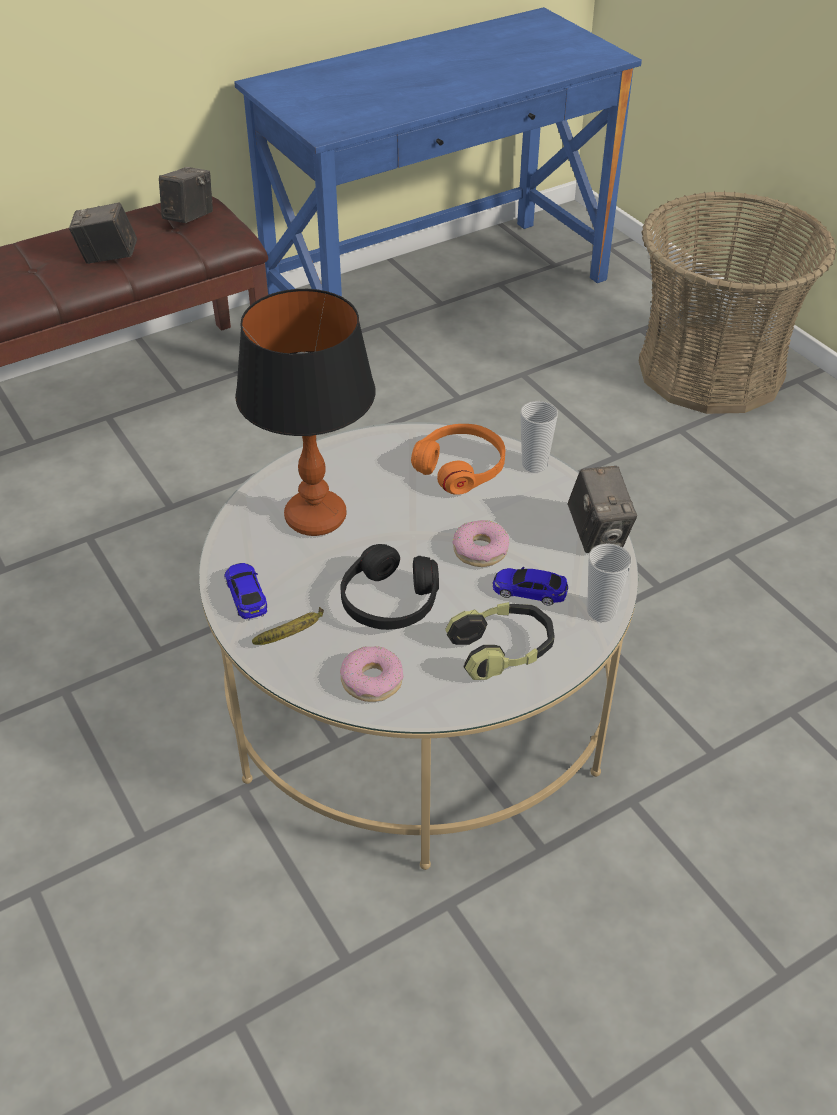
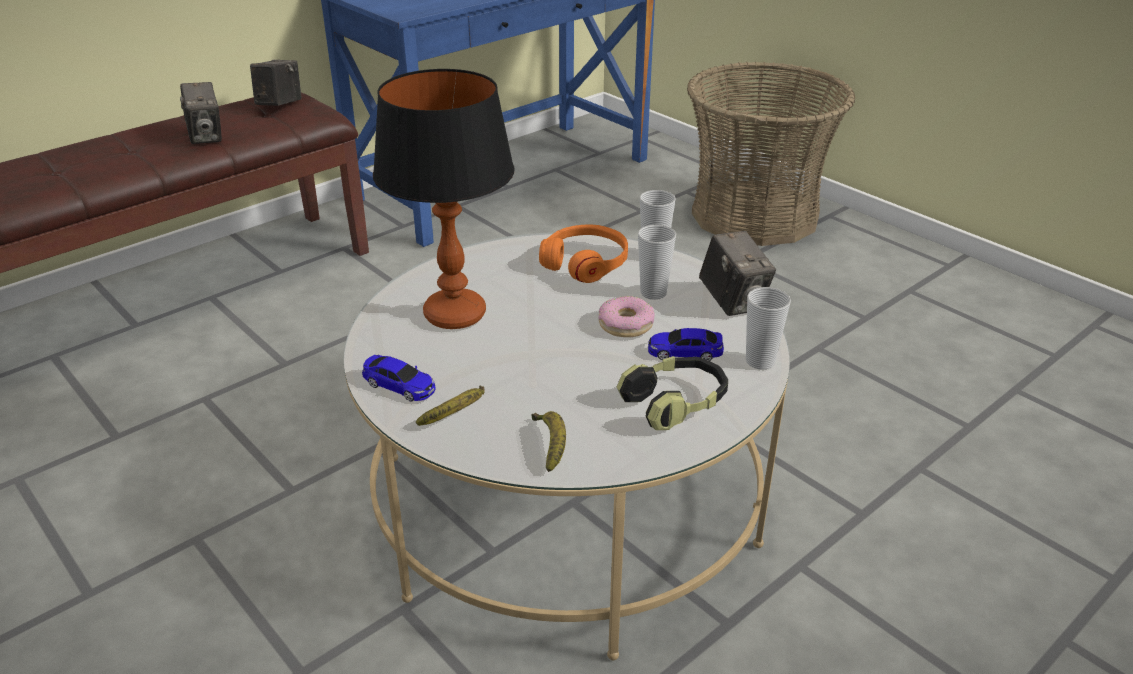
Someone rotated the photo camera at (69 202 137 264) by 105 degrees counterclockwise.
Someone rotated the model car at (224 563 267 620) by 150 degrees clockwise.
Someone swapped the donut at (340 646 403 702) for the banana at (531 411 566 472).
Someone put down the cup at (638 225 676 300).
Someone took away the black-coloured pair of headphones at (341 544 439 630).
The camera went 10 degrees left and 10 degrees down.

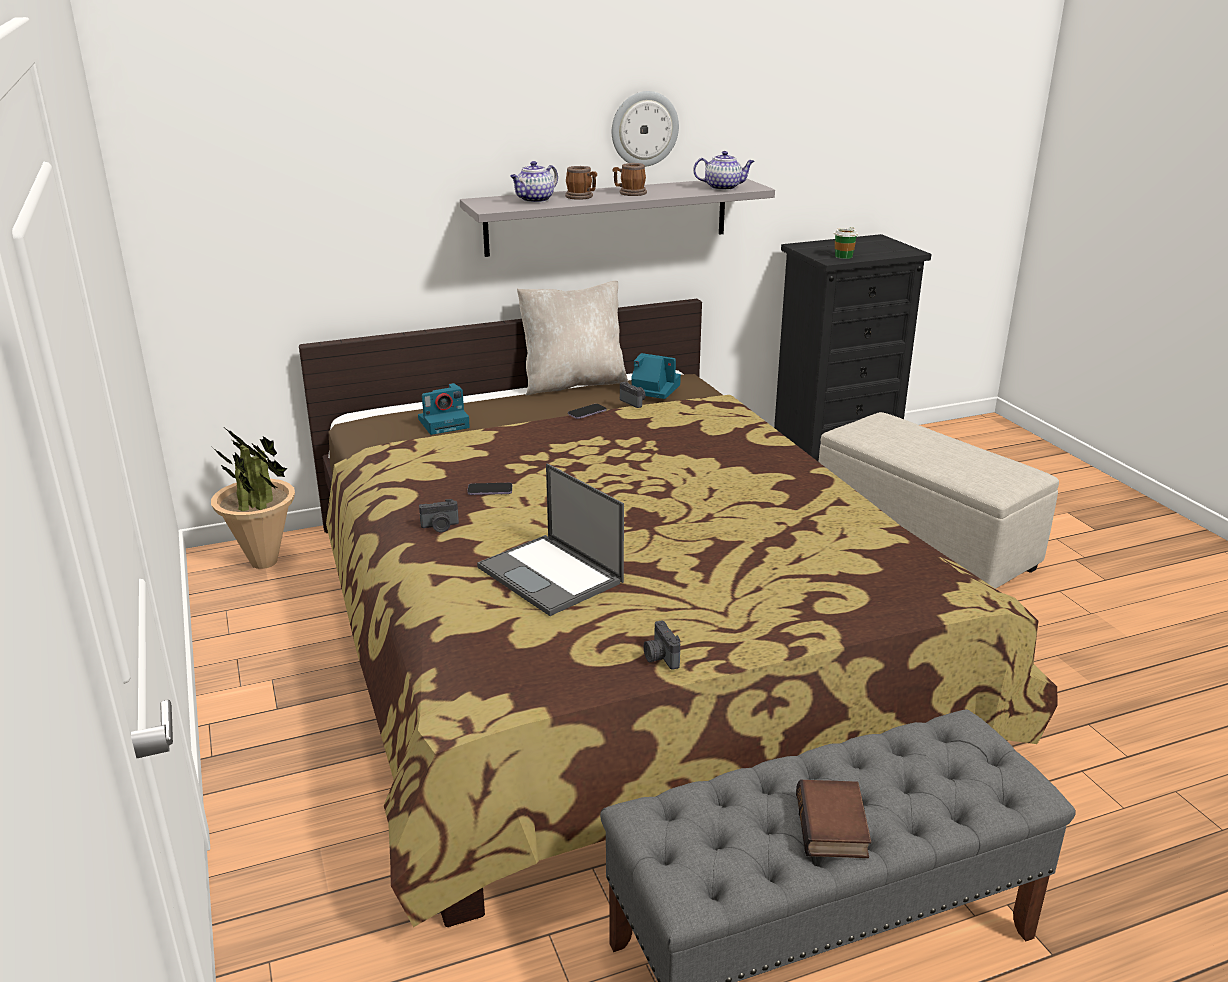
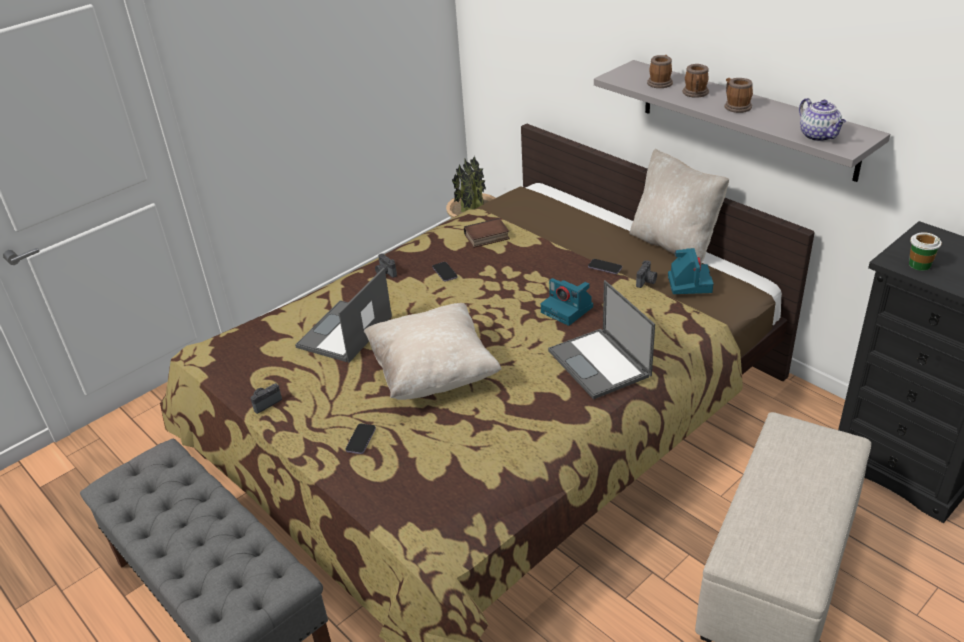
Someone put down the phone at (345 424 376 454).
Someone put down the beige-coloured cushion at (364 303 501 400).
Someone carried the bound book from (796 780 871 858) to (464 218 510 248).
Someone carried the photo camera from (418 383 470 435) to (541 278 593 326).
Someone put down the notebook computer at (548 280 655 400).
Someone swapped the pot for tea at (510 161 558 203) for the tea mug at (647 55 673 88).
Someone took away the hanging clock at (612 91 679 167).
The camera went 70 degrees right and 10 degrees up.

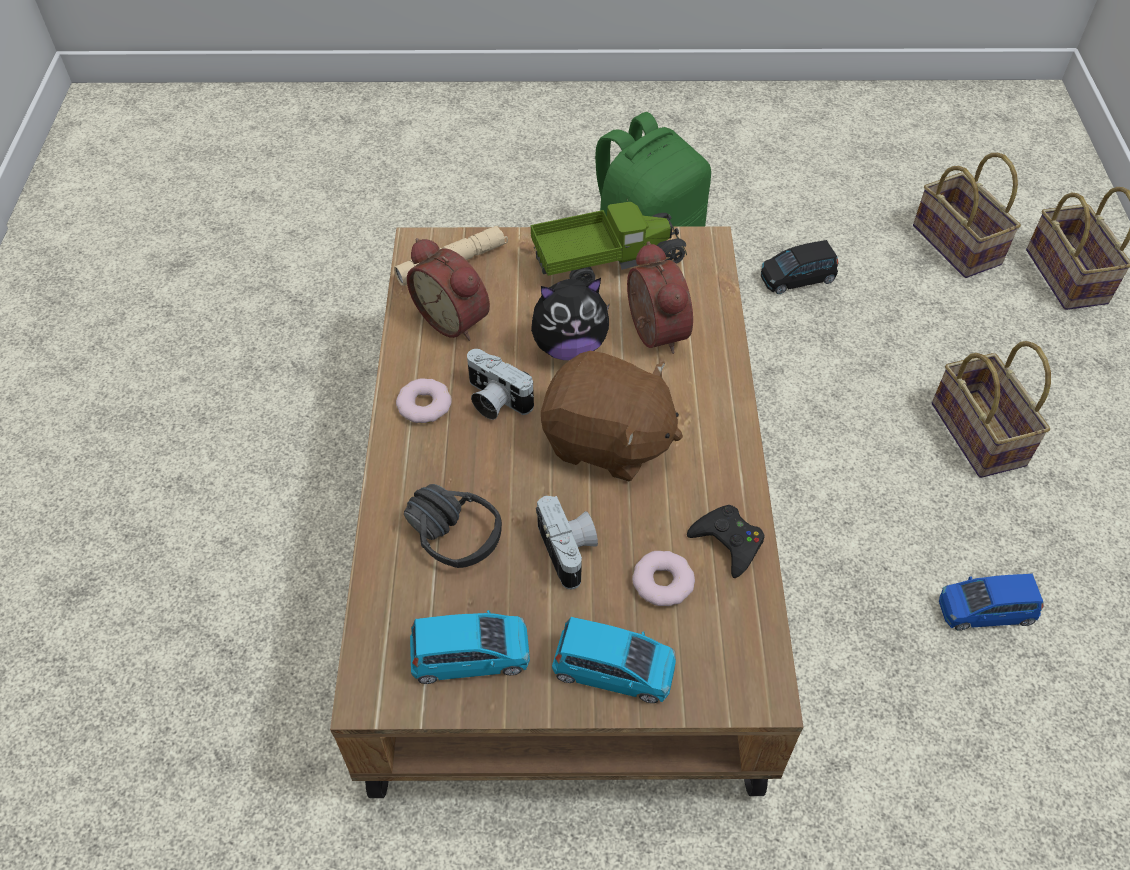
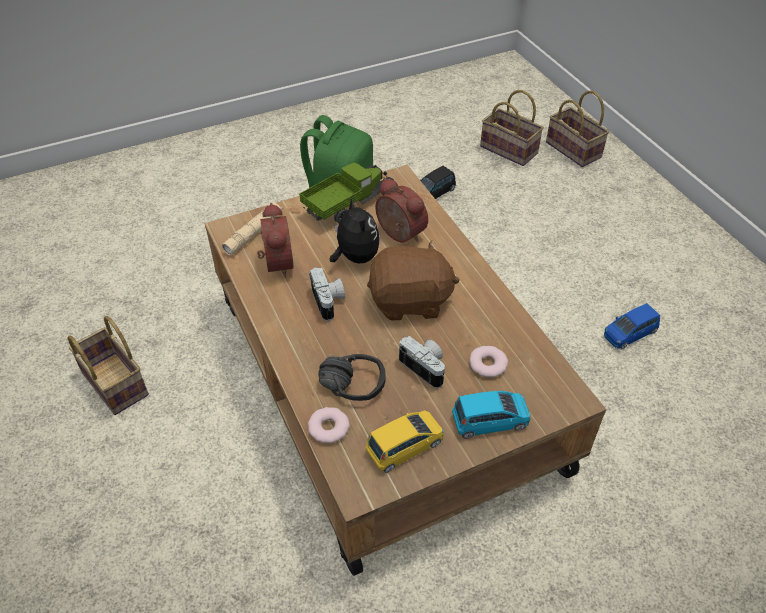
Someone carried the storage basket from (932 341 1051 478) to (68 316 149 415).
Someone rotated the bedside clock at (407 238 490 341) by 120 degrees counterclockwise.
Someone carried the donut from (396 378 452 423) to (308 407 350 443).
Someone rotated the photo camera at (467 349 534 420) by 120 degrees counterclockwise.
Someone rotated the plush toy at (531 278 610 360) by 75 degrees counterclockwise.
Someone repainted the blue-coloured model car at (410 610 530 684), which became the yellowish model car at (366 410 444 473).
Someone took away the black-coloured game controller at (687 505 764 578).
The camera went 25 degrees left and 5 degrees down.

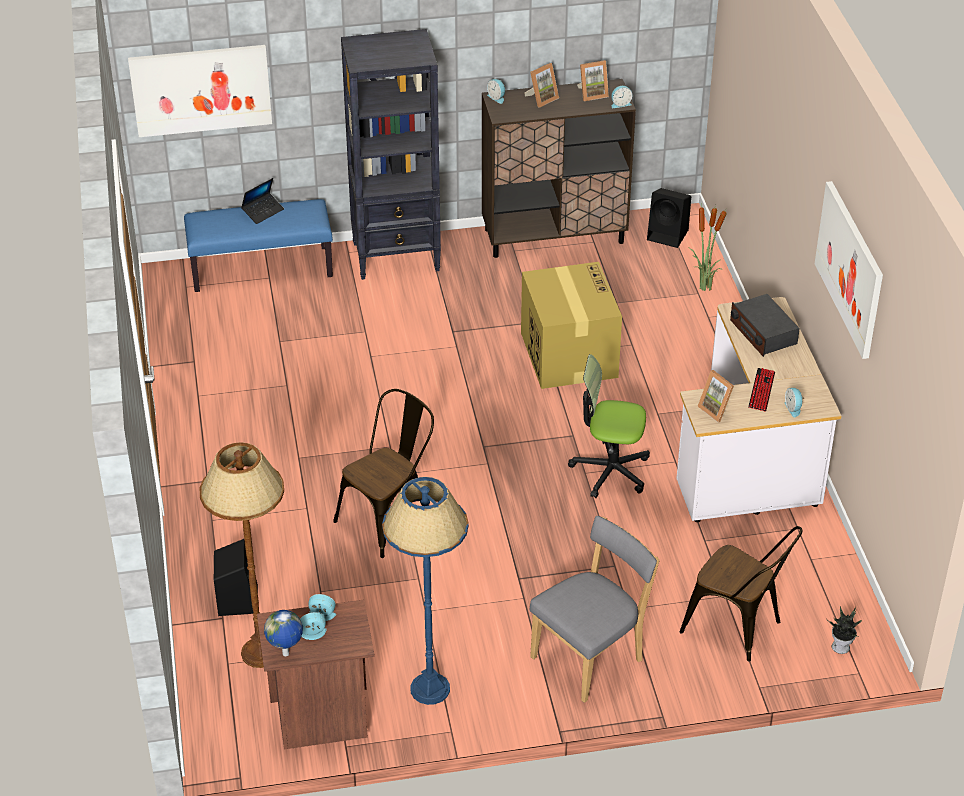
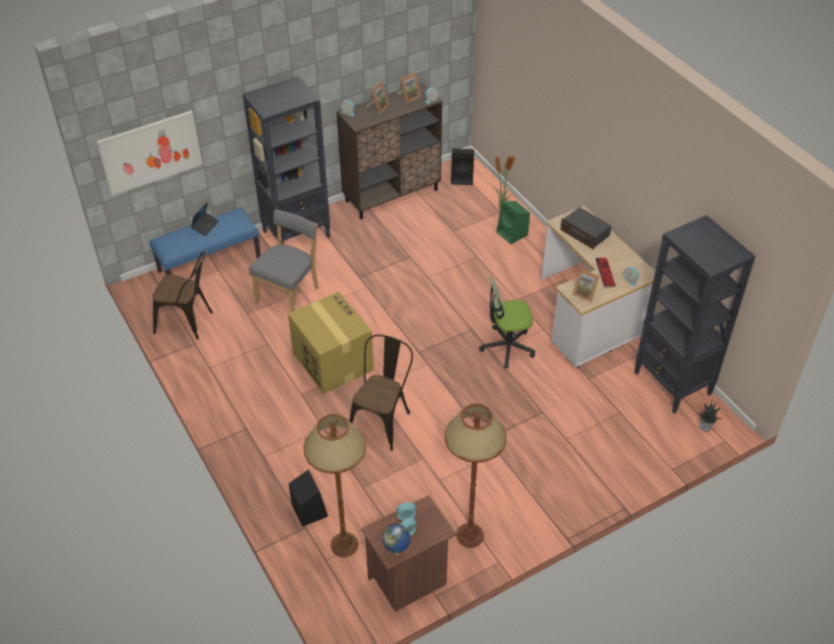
Someone carried the brown-coloured chair from (680 526 803 662) to (152 252 213 339).
Someone carried the greyish chair from (529 516 660 703) to (249 210 319 312).
Someone carried the packing box from (521 262 622 389) to (288 291 374 394).
Someone repainted the blue-coloured floor lamp at (382 477 469 705), which became the brown-coloured floor lamp at (444 403 507 548).
Someone put down the greenish speaker at (496 201 530 244).
Someone put down the black-coloured shelving unit at (634 215 756 414).
Someone took away the wall art at (815 181 883 359).
The camera went 20 degrees left and 5 degrees up.

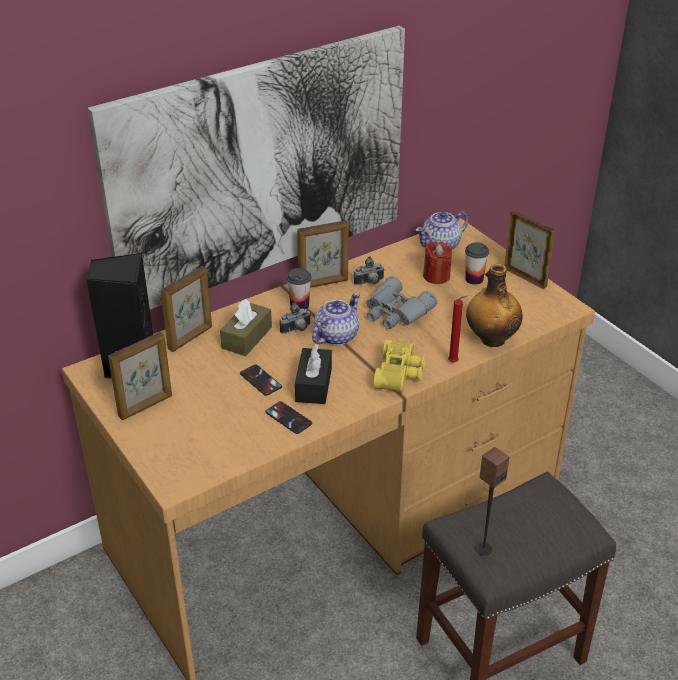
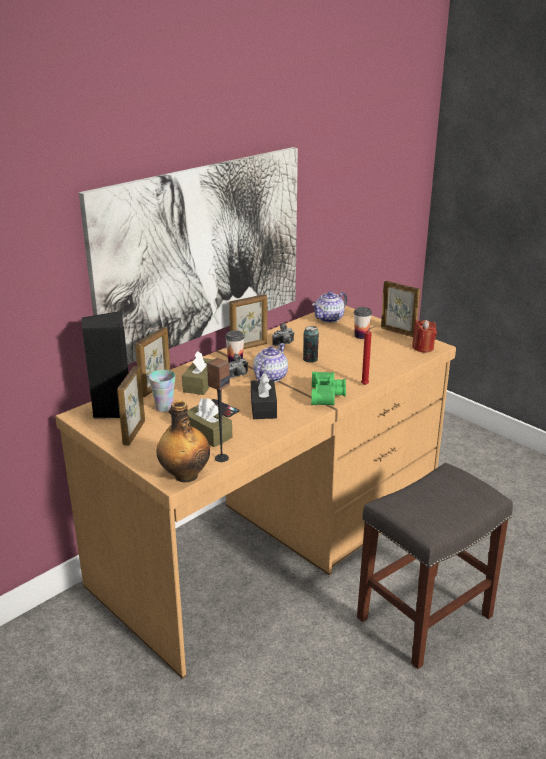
Someone rotated the picture frame at (108 332 172 420) by 150 degrees clockwise.
Someone put down the cup at (149 370 175 412).
Someone carried the beverage bottle from (466 263 522 347) to (156 400 210 482).
Someone put down the brown-coloured tissue holder at (187 398 232 447).
Someone carried the speaker from (475 447 509 556) to (207 358 230 462).
Someone swapped the greyish field glasses at (366 276 437 329) for the can at (303 326 319 362).
Someone repainted the yellowish field glasses at (373 339 426 393), which became the greenish field glasses at (311 372 346 406).
Someone carried the red wax light from (423 242 452 284) to (412 320 437 353).
Someone took away the phone at (265 401 312 434).
The camera went 10 degrees left and 10 degrees down.

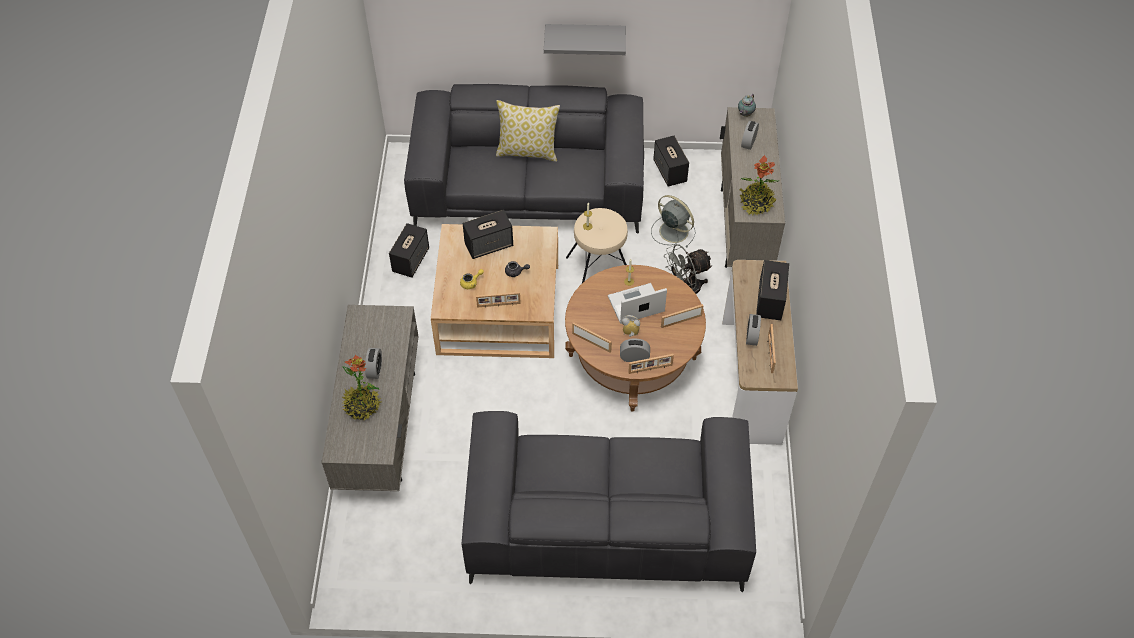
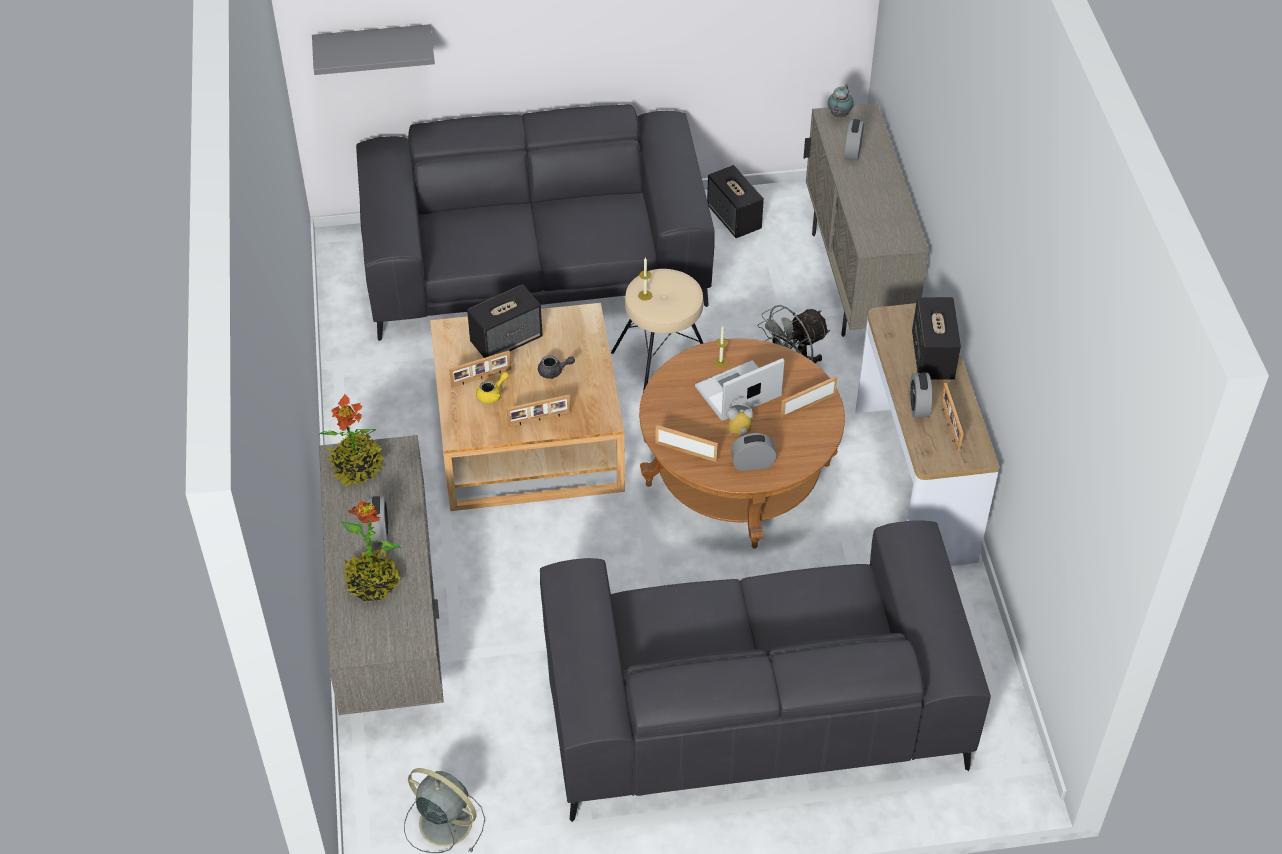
Someone carried the greyish shelf from (544 24 626 55) to (312 24 435 75).
Someone carried the houseplant from (740 155 779 216) to (318 394 384 487).
Someone carried the greyish cooling fan from (651 195 696 248) to (404 768 485 853).
Someone carried the picture frame from (628 354 674 374) to (449 350 511 388).
Someone took away the speaker at (389 223 429 278).
Someone took away the cushion at (496 100 560 162).
The camera went 10 degrees left and 5 degrees down.

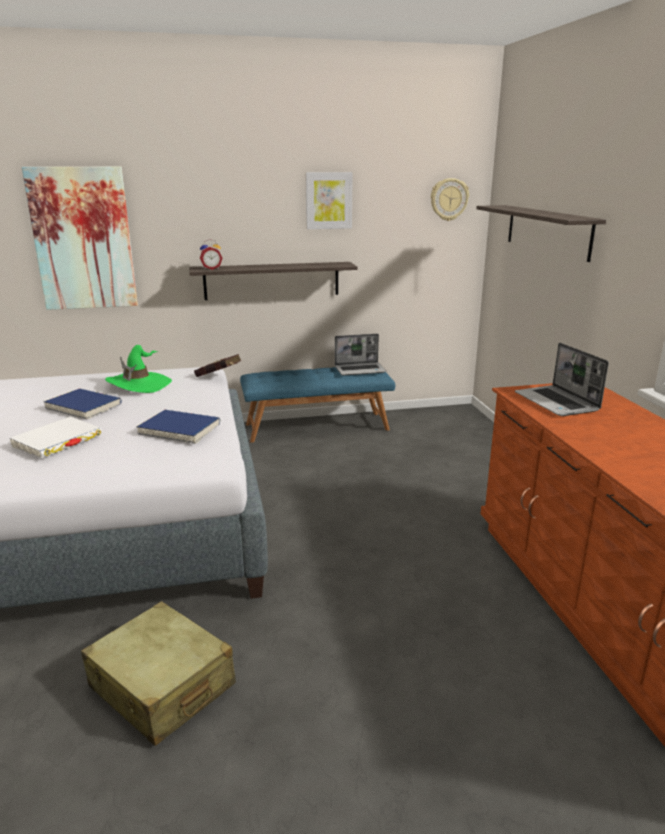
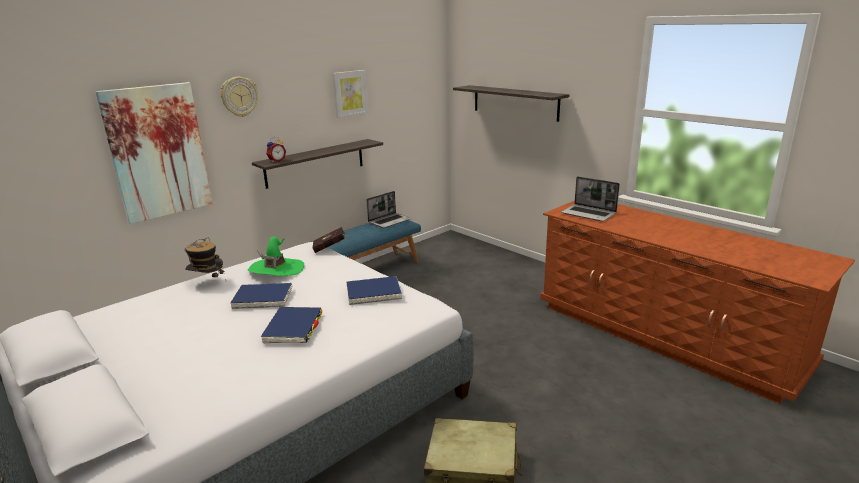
Someone put down the clothing hat at (184 238 226 278).
Someone carried the hanging clock from (431 178 469 221) to (220 77 258 117).
Someone repainted the white bound book at (10 416 102 458), which became the blue-coloured bound book at (261 307 322 343).
The camera went 30 degrees left and 0 degrees up.

